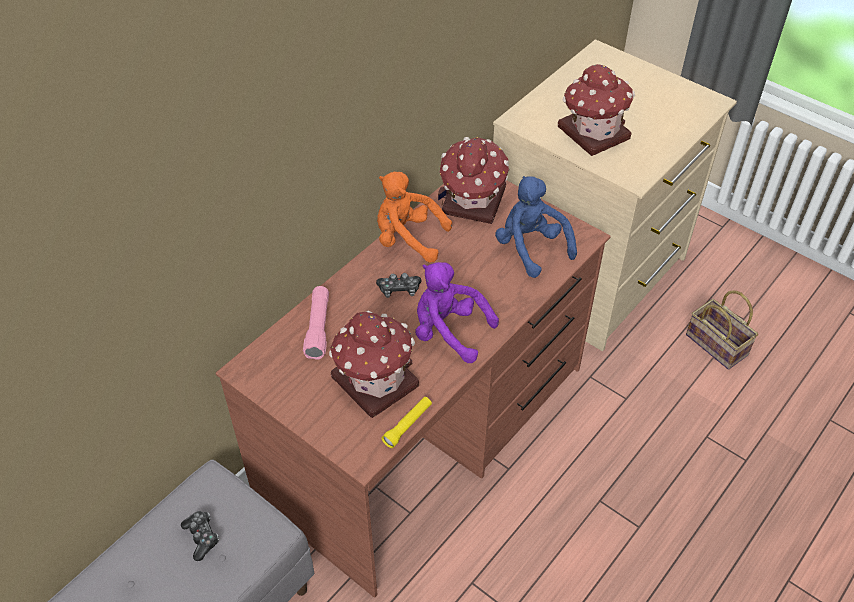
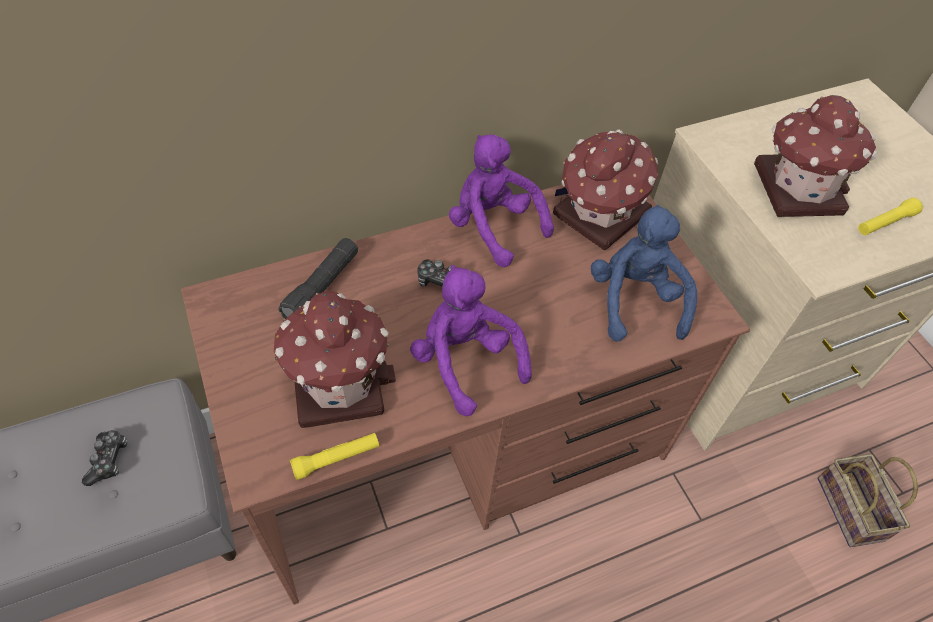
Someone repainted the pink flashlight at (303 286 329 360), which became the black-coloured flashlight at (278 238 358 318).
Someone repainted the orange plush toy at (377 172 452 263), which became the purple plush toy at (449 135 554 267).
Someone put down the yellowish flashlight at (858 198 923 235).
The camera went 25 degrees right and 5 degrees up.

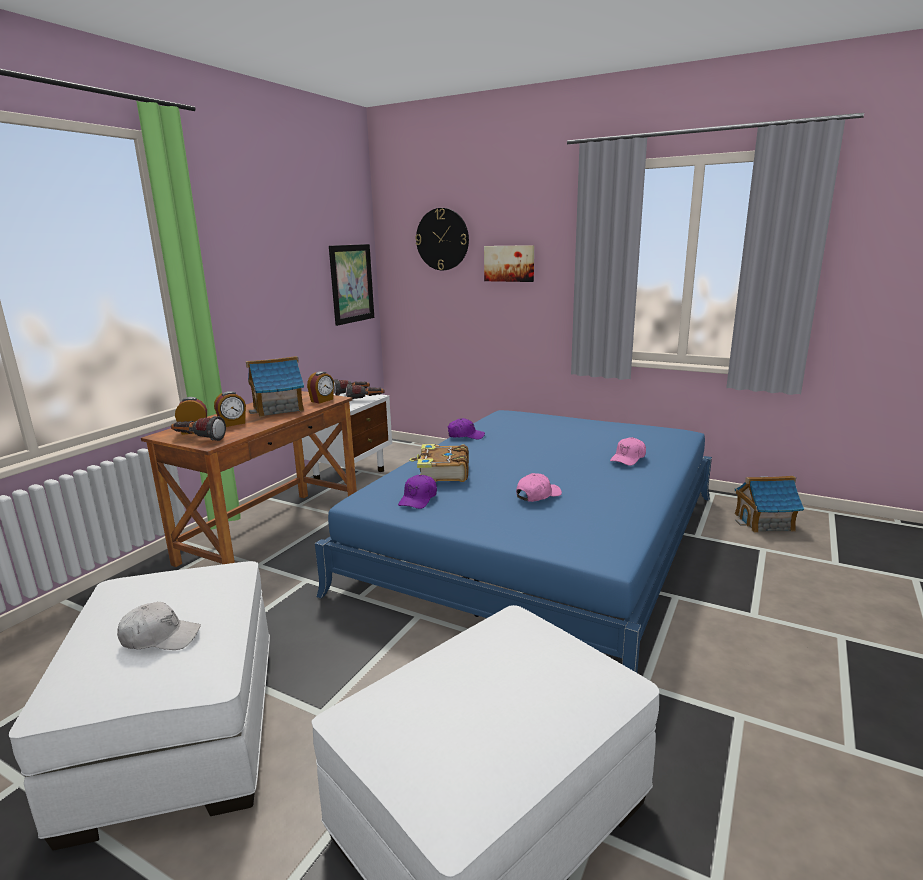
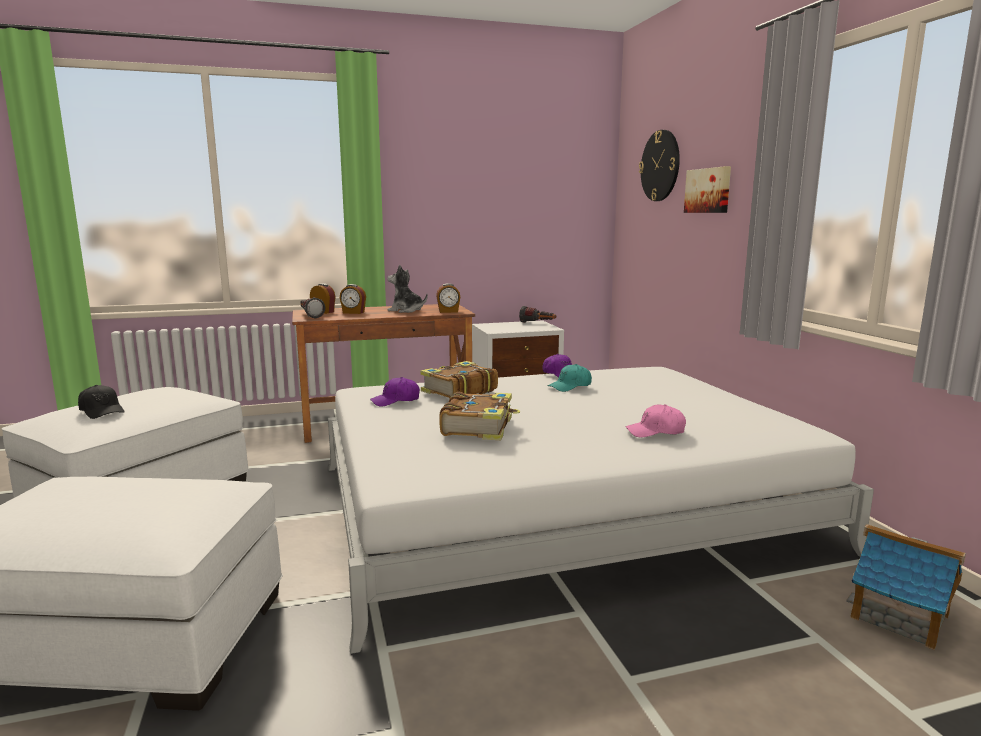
Someone repainted the white cap at (117 602 201 650), which became the black-coloured cap at (78 385 125 419).
Someone repainted the blue-coloured sleeping bed at (315 410 712 673), which became the white sleeping bed at (328 367 874 654).
Someone swapped the model house at (246 356 304 417) for the plush toy at (387 265 428 313).
Someone swapped the pink cap at (516 473 562 502) for the bound book at (439 392 520 440).
Someone put down the turquoise cap at (548 364 592 392).
Someone took away the wall art at (329 244 374 326).
Someone took away the flashlight at (346 384 385 399).
The camera went 45 degrees right and 5 degrees down.

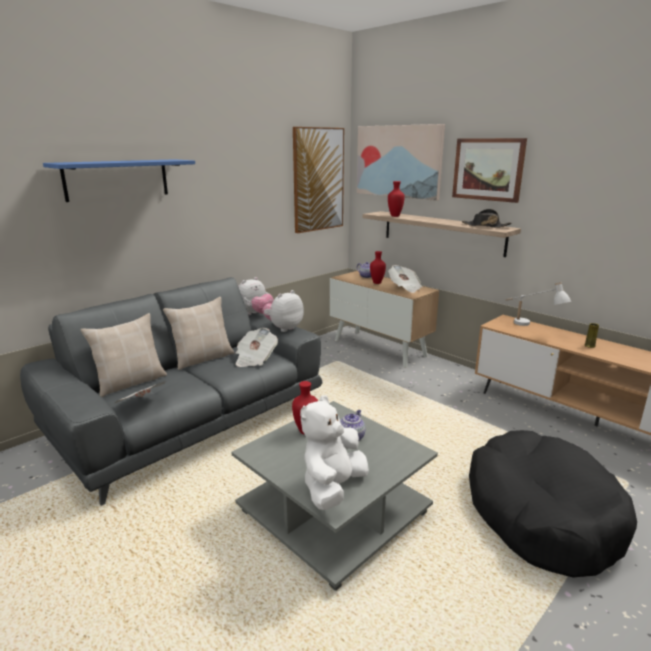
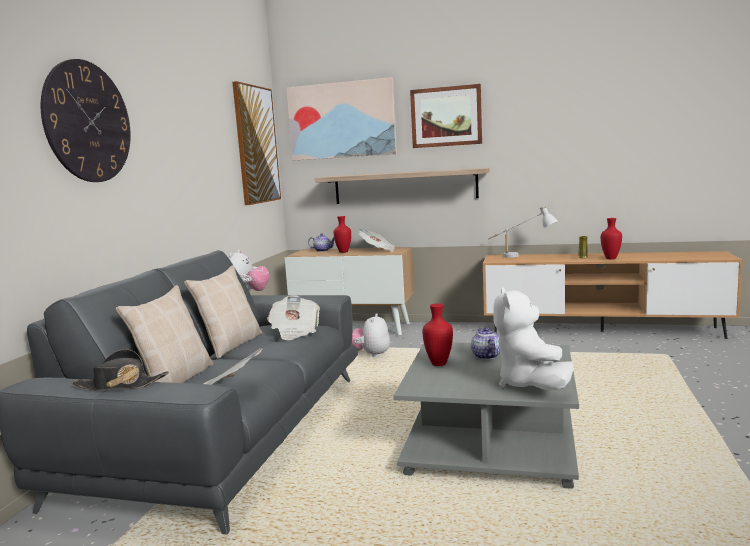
Someone swapped the blue-coloured shelf at (43 159 195 202) for the hanging clock at (41 59 131 182).
Someone carried the black-coloured clothing hat from (462 209 512 228) to (72 349 169 391).
Someone carried the plush toy from (262 290 304 332) to (352 313 390 357).
Someone carried the red flower vase from (388 181 405 217) to (601 218 622 259).
Someone took away the black-coloured pet bed at (469 430 637 578).
The camera went 30 degrees left and 10 degrees down.

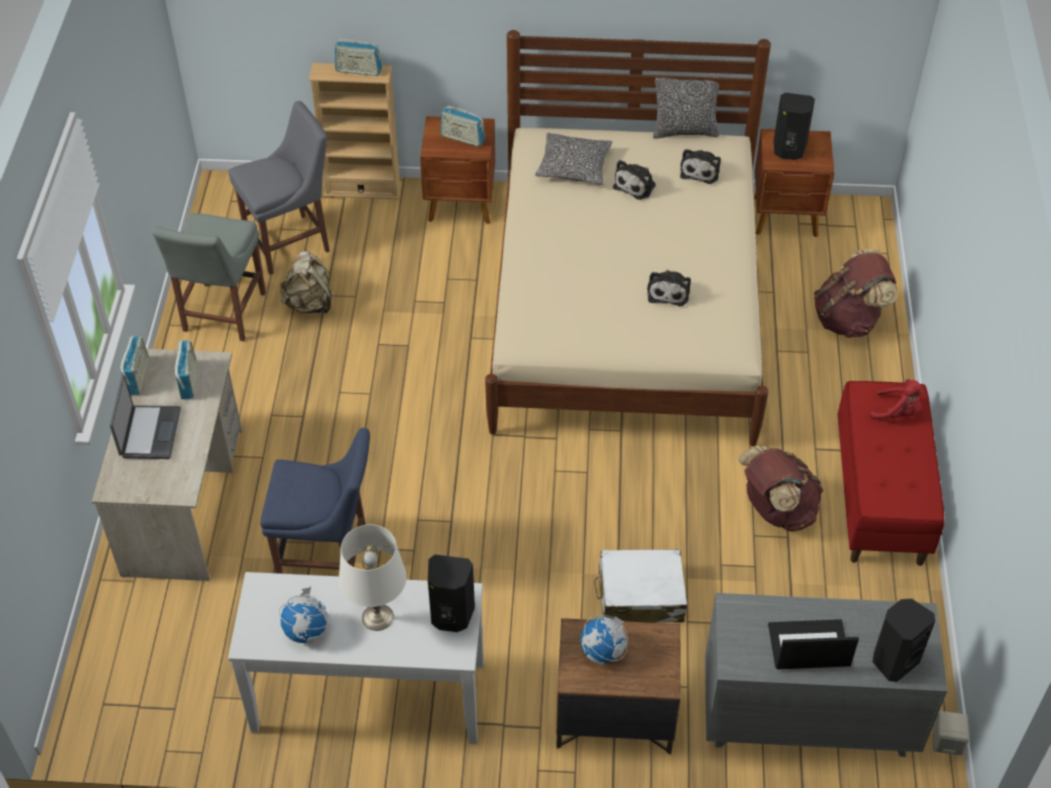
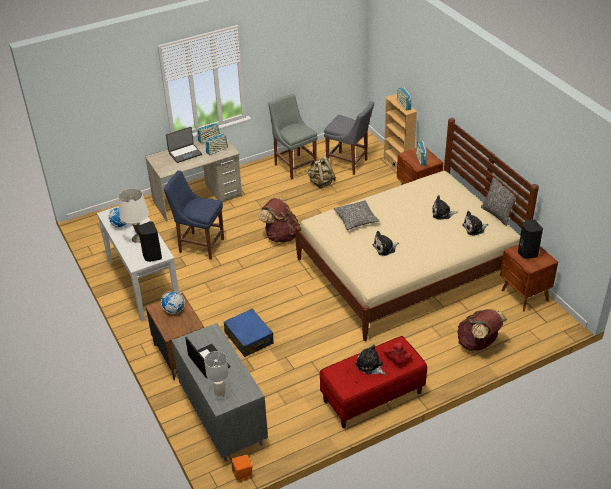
Someone rotated the blue-coloured chair at (260 428 370 574) by 135 degrees clockwise.
Someone swapped the black-coloured speaker at (872 599 935 682) for the white table lamp at (204 351 229 397).
Someone repainted the white piece of luggage at (594 549 687 623), which became the blue-coloured piece of luggage at (224 309 273 357).
Someone repainted the beige-coloured speaker at (933 711 969 756), which became the orange speaker at (232 455 252 481).
Someone carried the brown-coloured backpack from (738 446 824 532) to (258 197 300 243).
Someone rotated the greyish chair at (152 213 266 341) by 75 degrees clockwise.
Someone carried the cushion from (535 133 612 185) to (333 200 380 230).
Someone put down the plush toy at (355 345 385 375).
The camera went 60 degrees right and 10 degrees down.

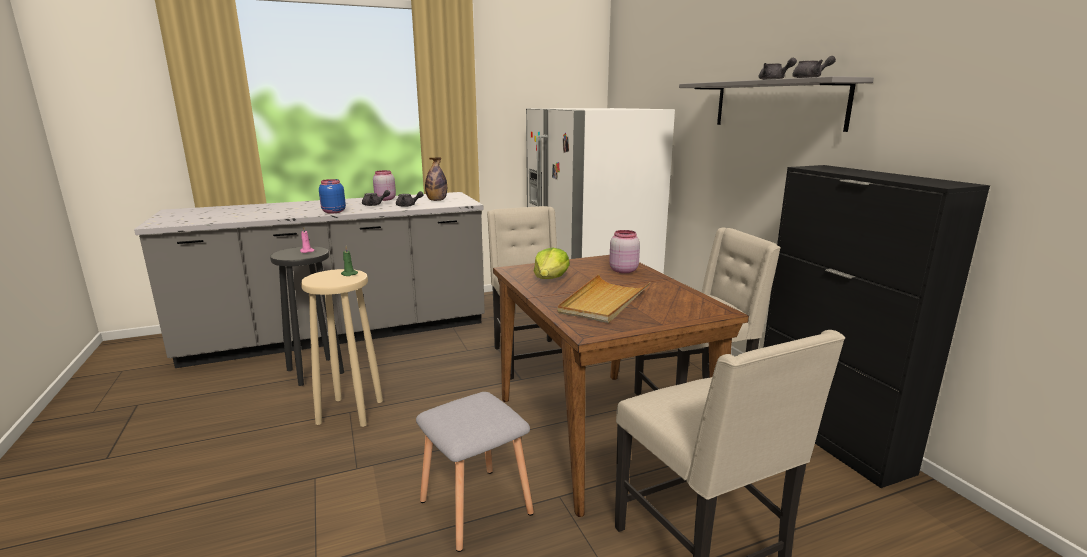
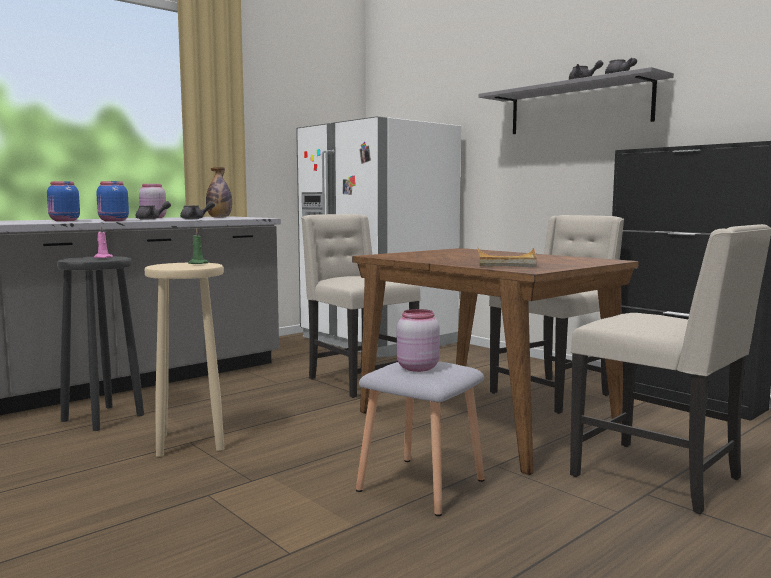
Someone put down the blue-coloured jar at (47 181 80 221).
Someone carried the pink jar from (609 230 640 273) to (397 309 440 372).
Someone took away the lettuce head at (534 247 570 279).
The camera went 20 degrees left and 10 degrees down.

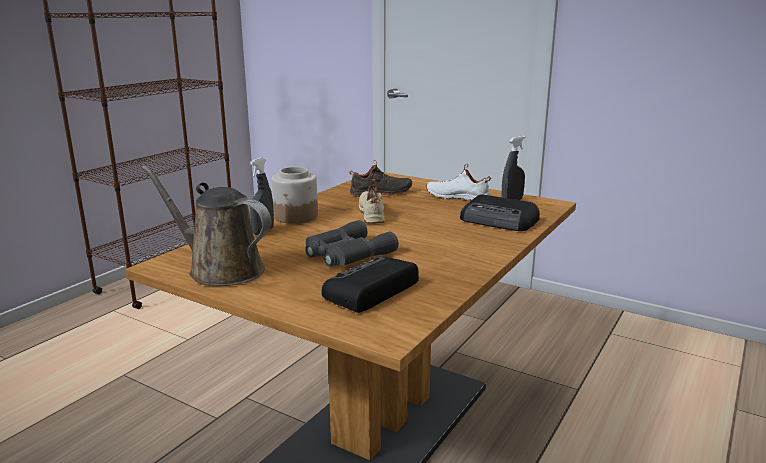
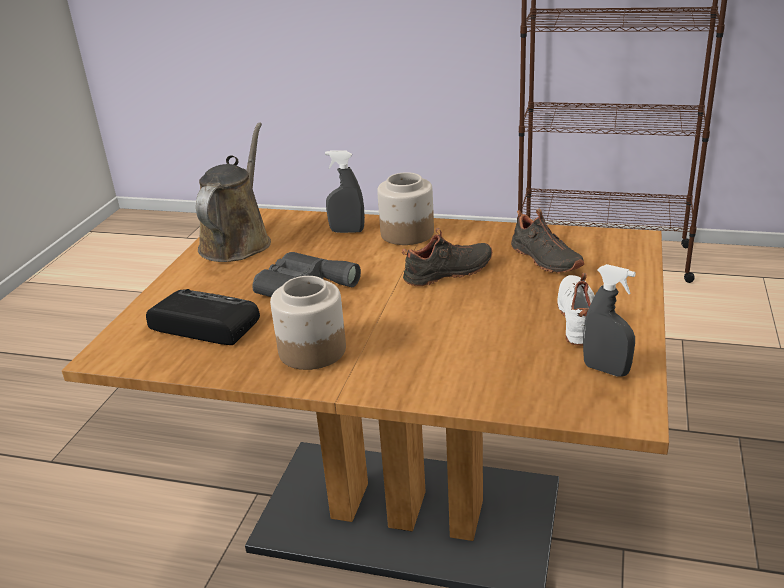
Someone put down the jar at (270 276 346 370).
Someone repainted the beige-coloured shoe at (359 179 385 224), which became the black-coloured shoe at (402 228 492 286).
Someone took away the radio at (460 195 540 231).
The camera went 75 degrees right and 10 degrees up.

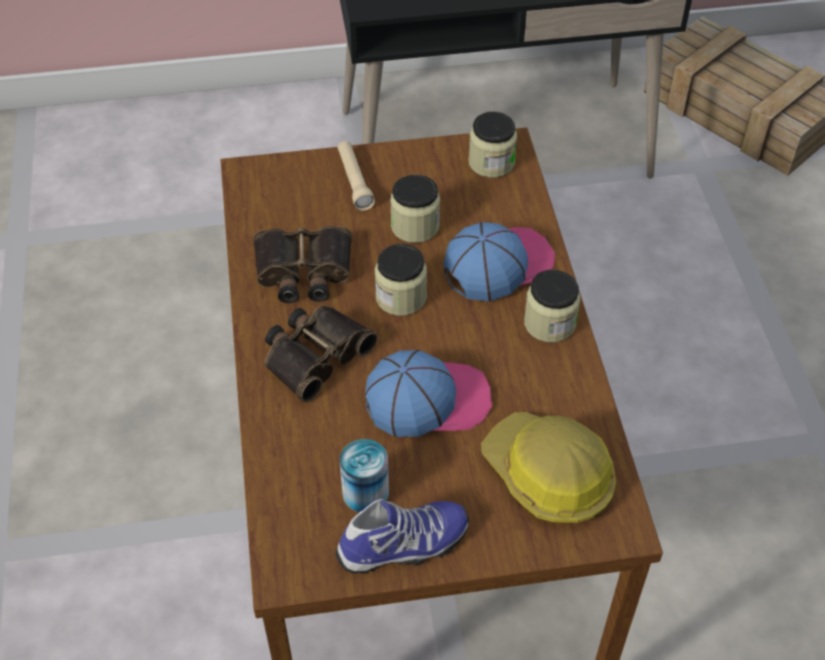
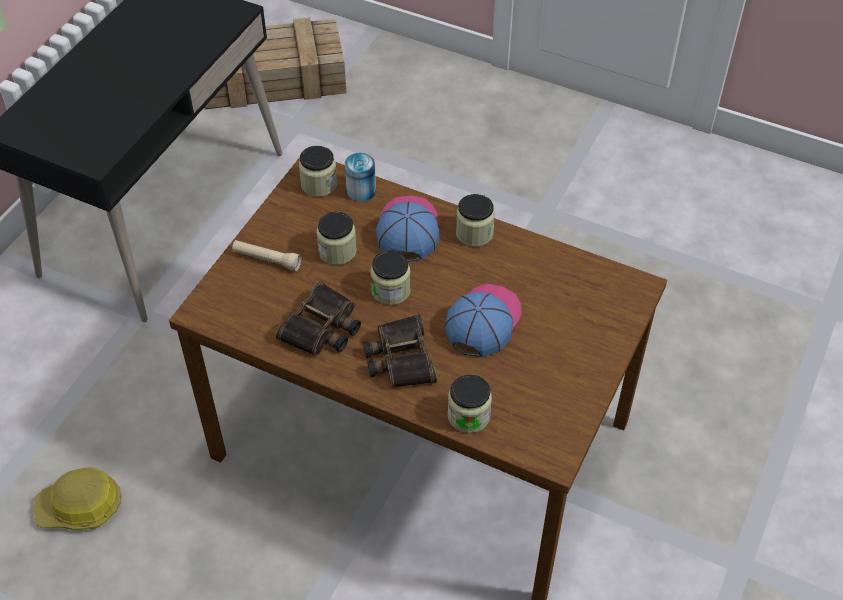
Someone carried the hard hat from (481 412 616 523) to (34 467 122 530).
Someone carried the can from (340 439 389 512) to (345 153 376 202).
Someone put down the jar at (448 375 492 433).
Someone took away the shoe at (336 498 469 574).
The camera went 55 degrees left and 0 degrees up.

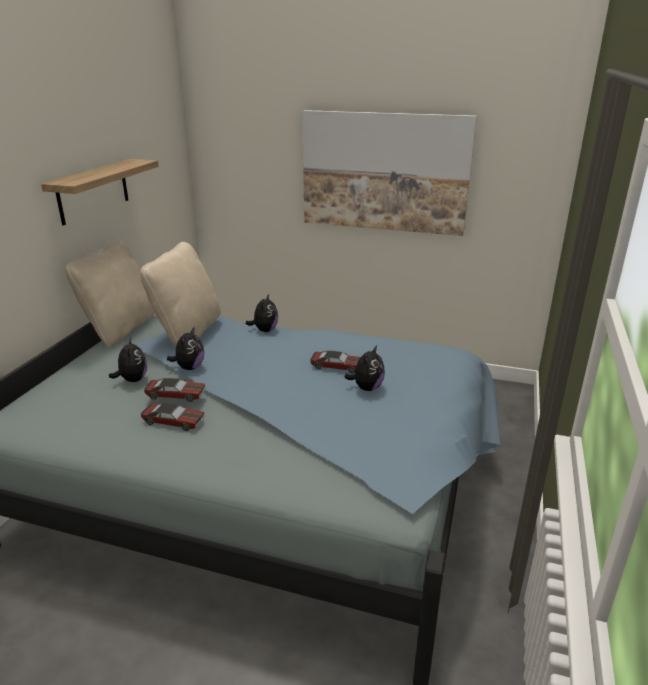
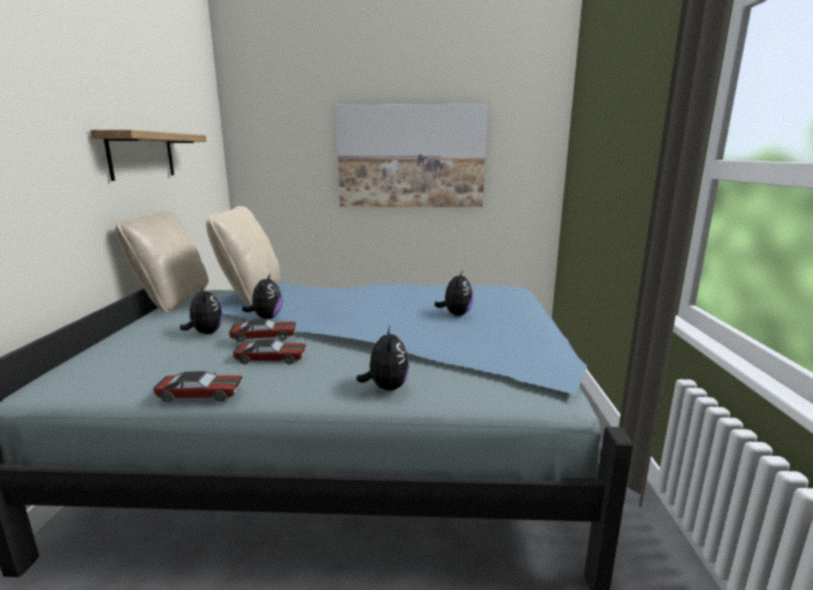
Someone carried the model car from (310 351 360 373) to (153 371 243 402).
Someone carried the plush toy from (246 294 278 332) to (356 326 409 391).
The camera went 15 degrees left and 10 degrees down.

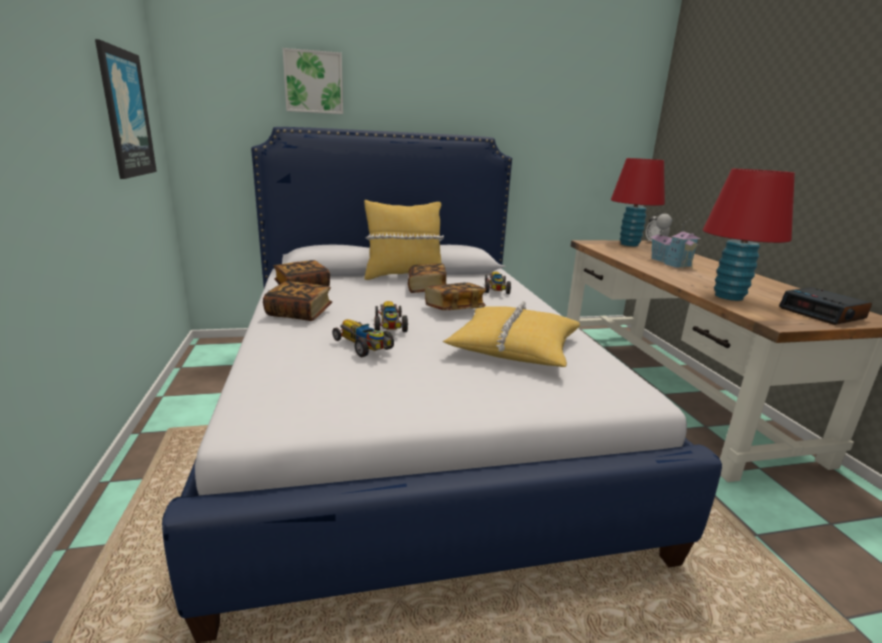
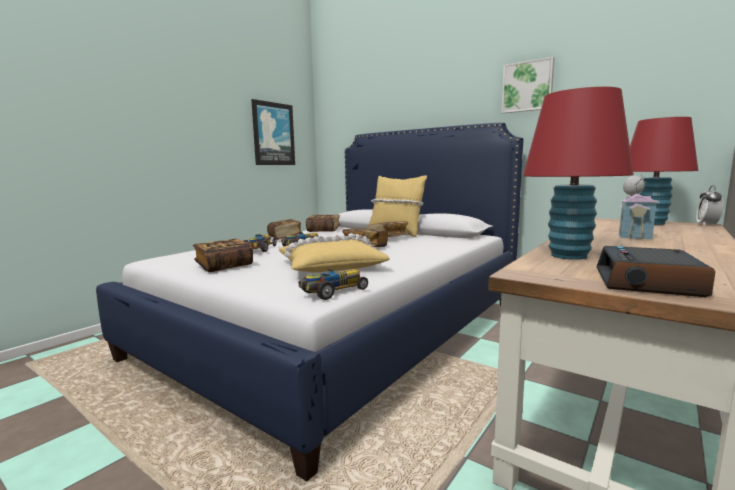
Someone put down the bound book at (193 239 253 272).
Someone carried the model car from (484 271 511 294) to (299 269 368 300).
Someone carried the wall art from (283 48 343 114) to (501 56 555 114).
The camera went 50 degrees right and 10 degrees down.

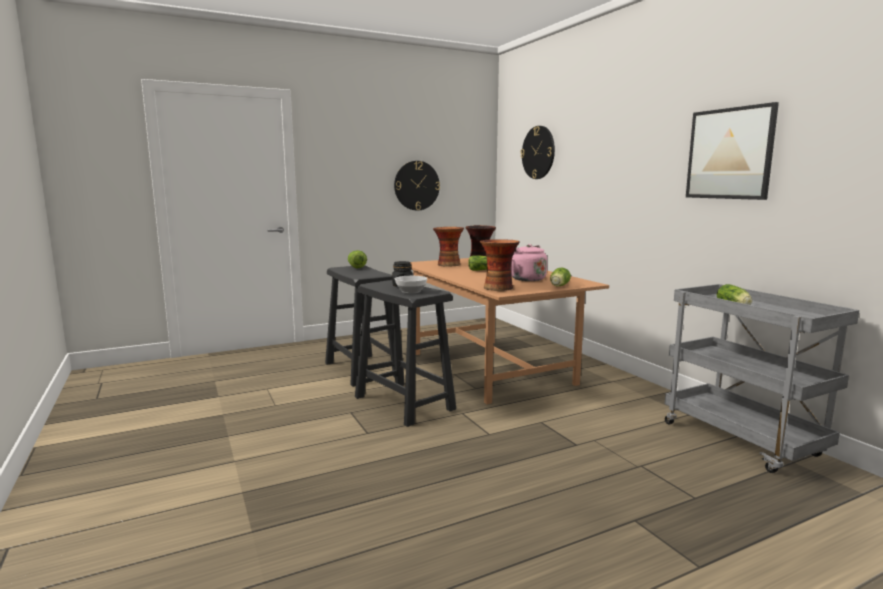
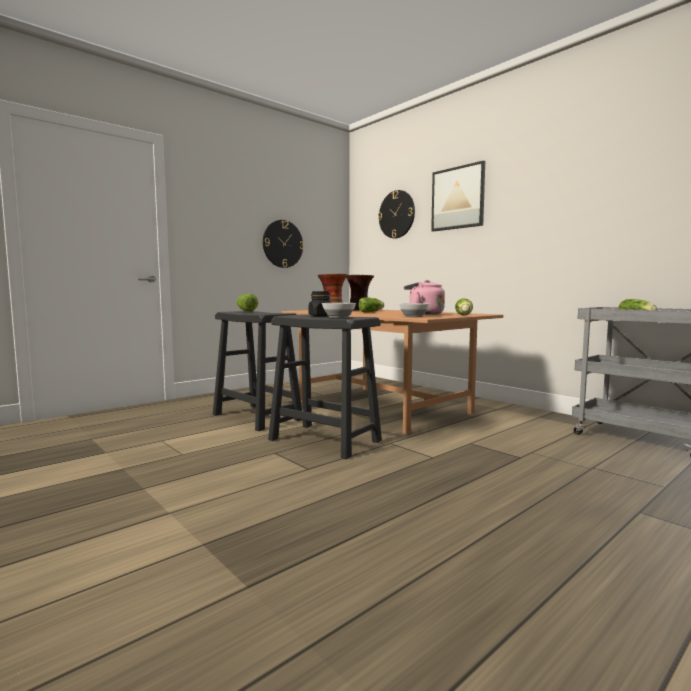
Someone swapped the flower vase at (480 239 520 291) for the serving bowl at (399 303 430 317).
Someone carried the wall art from (686 102 779 200) to (431 160 485 232).
The camera went 15 degrees left and 5 degrees down.

